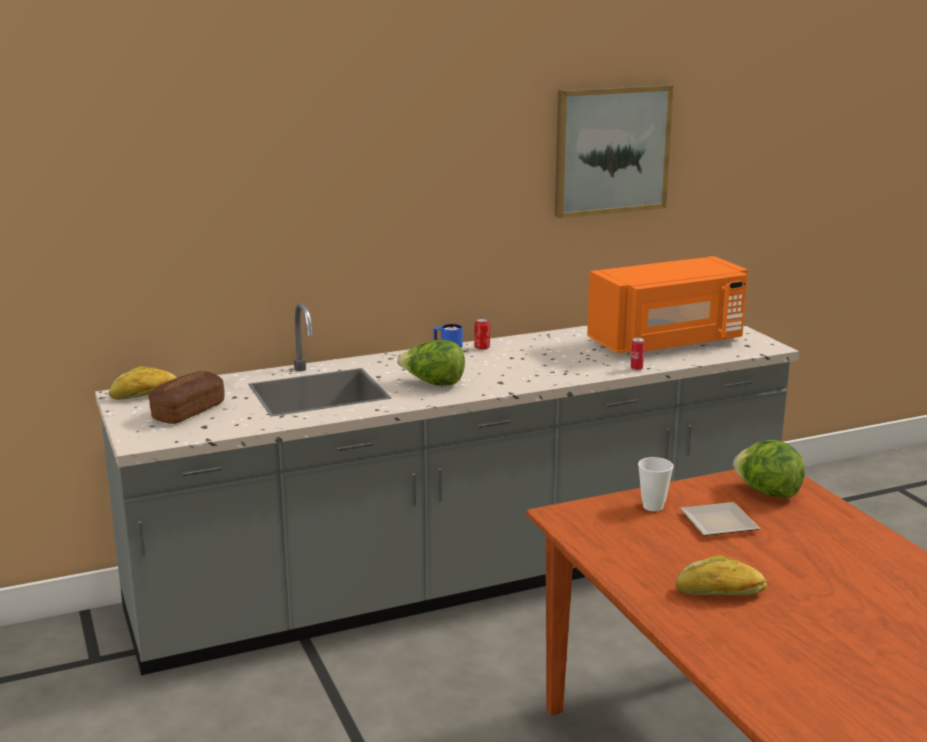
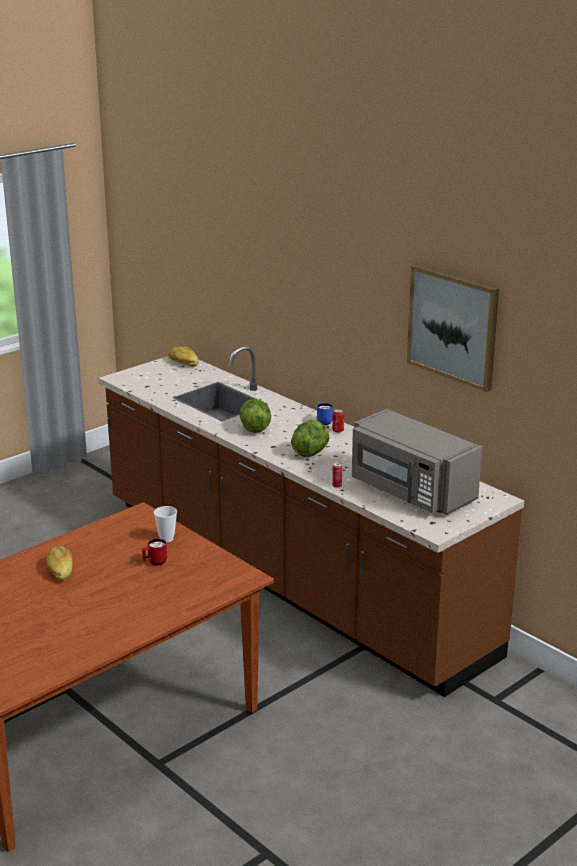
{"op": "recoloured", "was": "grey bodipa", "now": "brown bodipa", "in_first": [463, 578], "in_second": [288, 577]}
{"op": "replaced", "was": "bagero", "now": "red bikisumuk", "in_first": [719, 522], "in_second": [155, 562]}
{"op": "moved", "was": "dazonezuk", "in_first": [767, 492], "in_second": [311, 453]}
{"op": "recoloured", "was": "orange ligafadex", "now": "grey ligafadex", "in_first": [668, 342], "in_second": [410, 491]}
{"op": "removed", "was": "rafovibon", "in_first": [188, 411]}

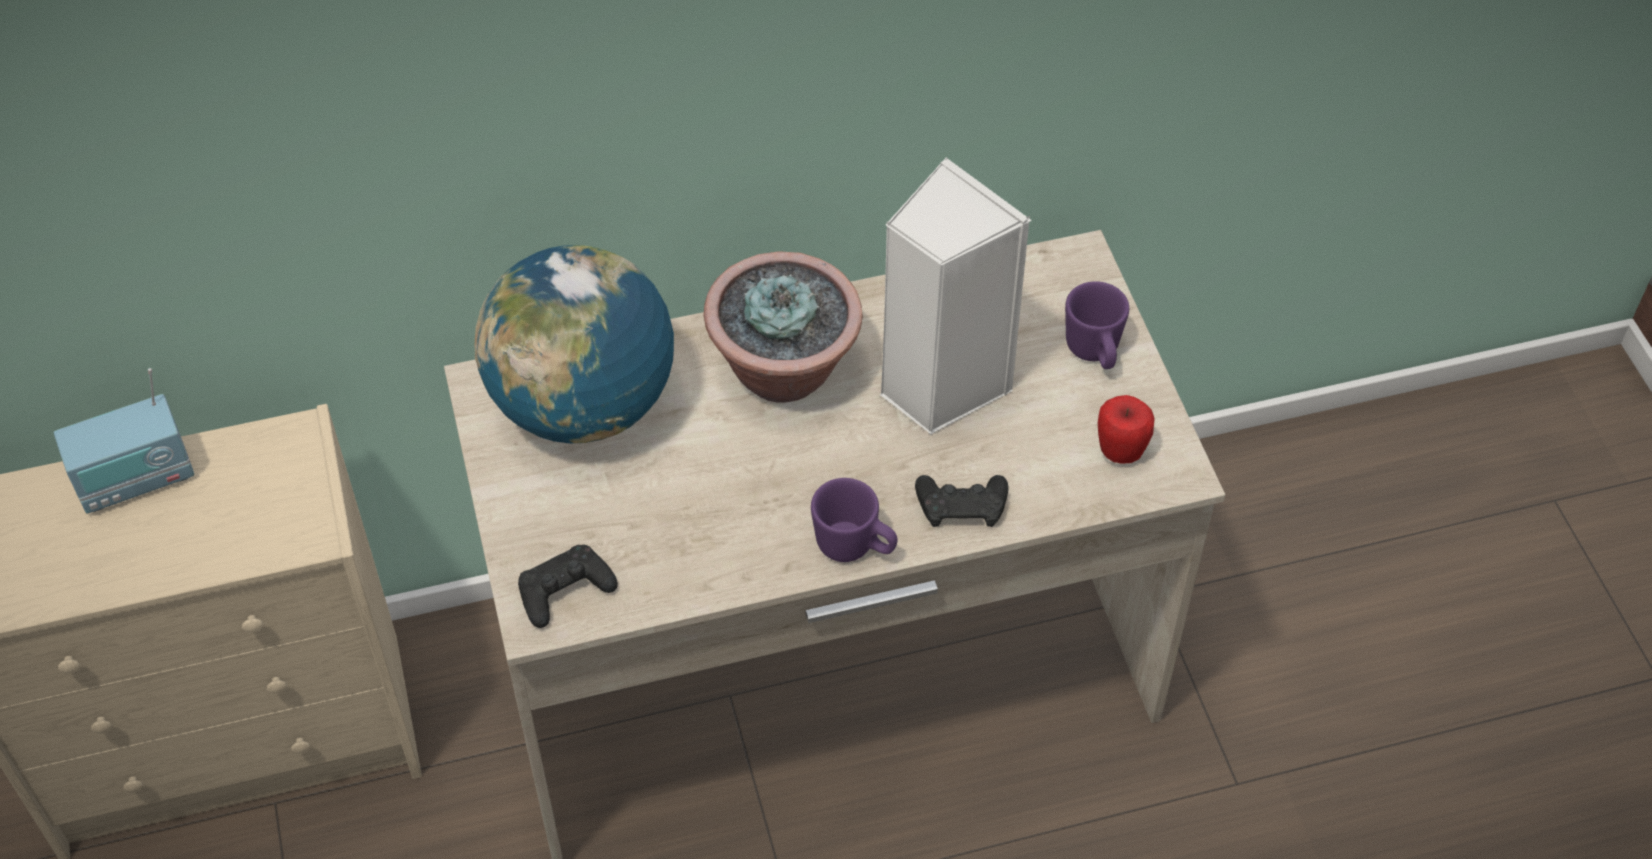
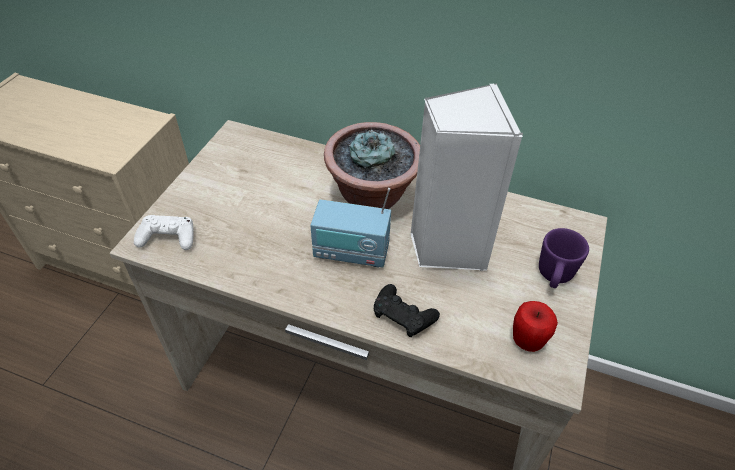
{"op": "recoloured", "was": "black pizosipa", "now": "white pizosipa", "in_first": [565, 591], "in_second": [168, 237]}
{"op": "moved", "was": "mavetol", "in_first": [136, 480], "in_second": [351, 252]}
{"op": "removed", "was": "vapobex", "in_first": [584, 405]}
{"op": "removed", "was": "purple bikisumuk", "in_first": [854, 547]}

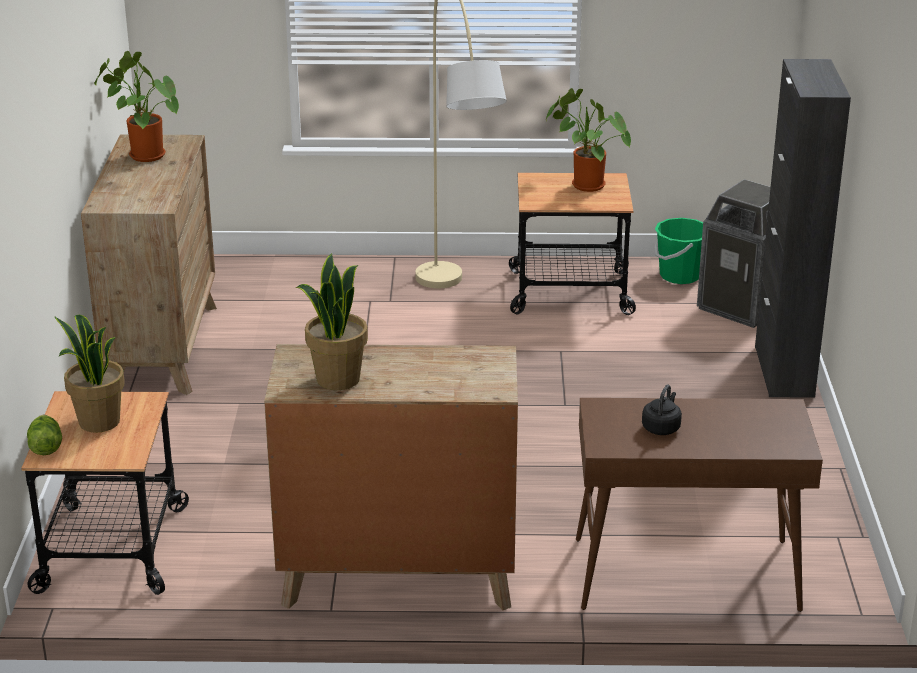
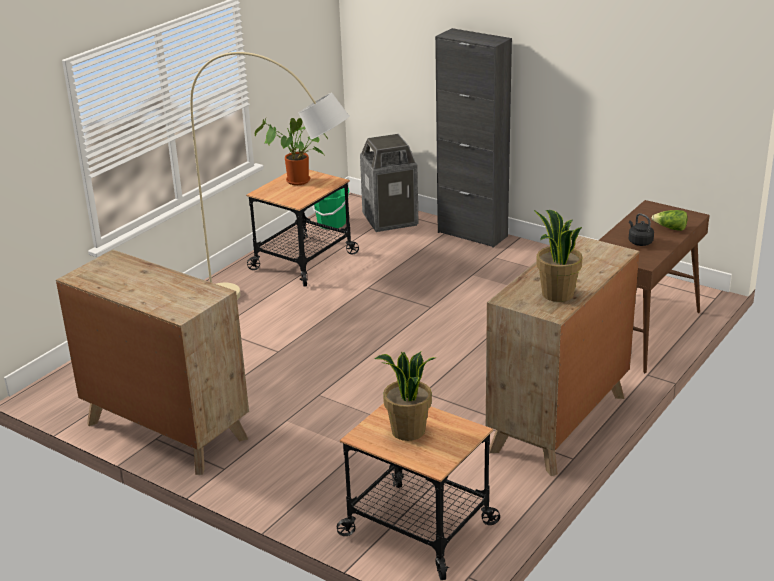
{"op": "moved", "was": "dazonezuk", "in_first": [45, 446], "in_second": [670, 228]}
{"op": "removed", "was": "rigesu", "in_first": [143, 155]}

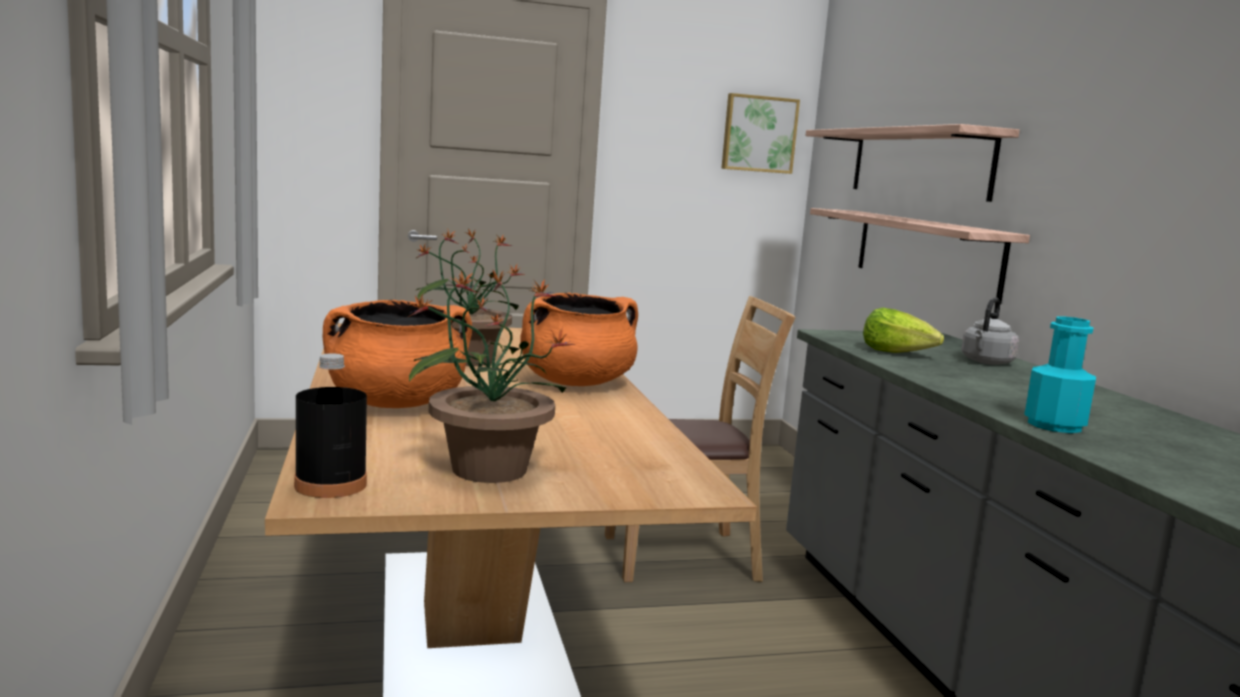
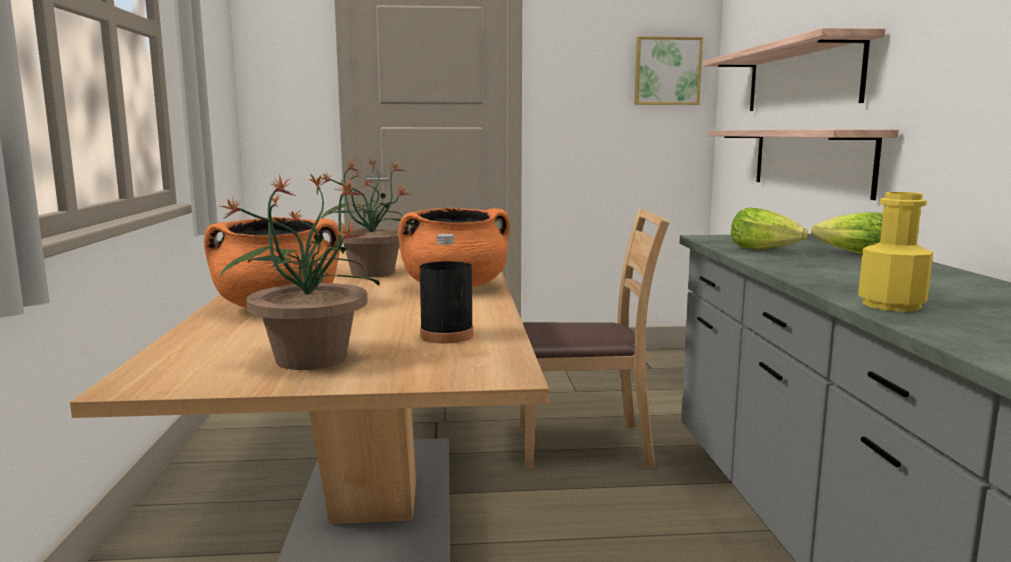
{"op": "moved", "was": "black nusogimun", "in_first": [330, 485], "in_second": [447, 335]}
{"op": "replaced", "was": "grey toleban", "now": "dazonezuk", "in_first": [986, 362], "in_second": [853, 254]}
{"op": "recoloured", "was": "turquoise nusogimun", "now": "yellow nusogimun", "in_first": [1054, 425], "in_second": [891, 305]}

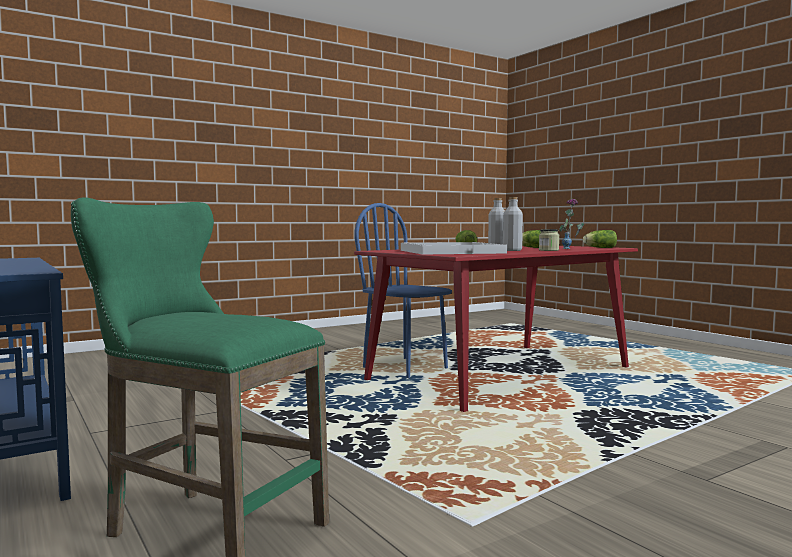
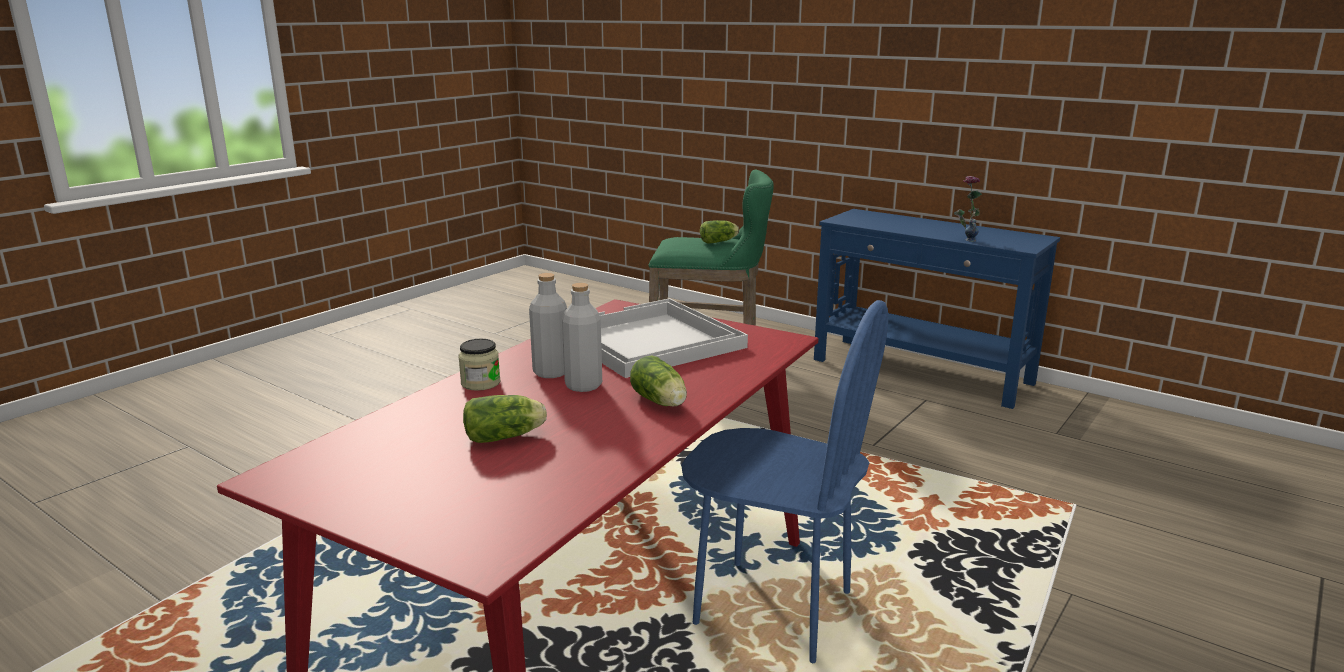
{"op": "moved", "was": "dazonezuk", "in_first": [599, 248], "in_second": [720, 241]}
{"op": "moved", "was": "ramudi", "in_first": [572, 249], "in_second": [963, 241]}

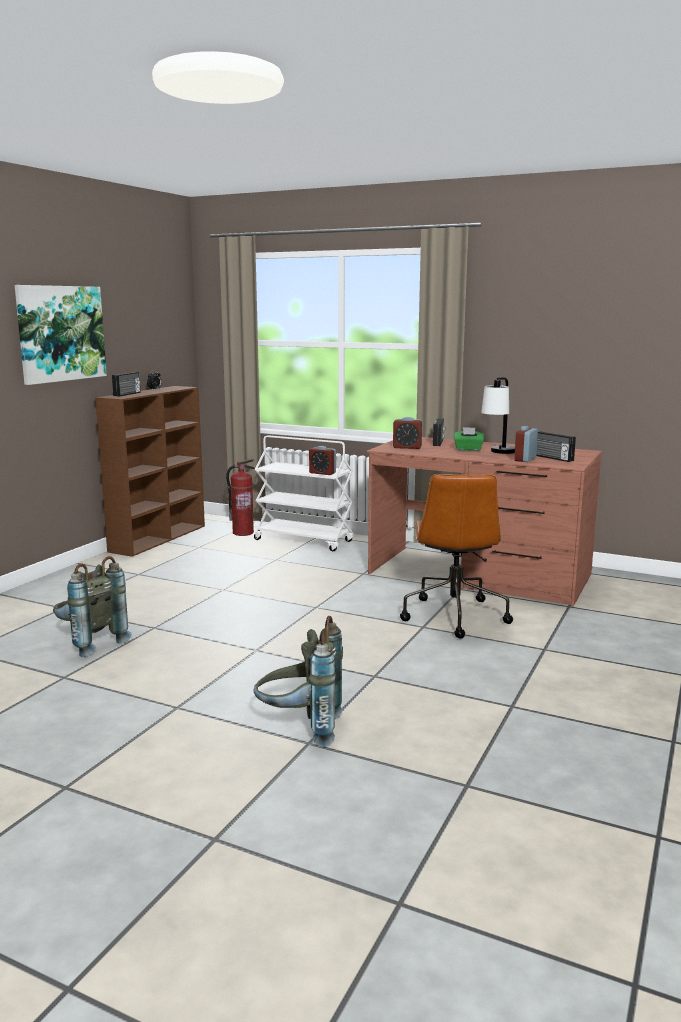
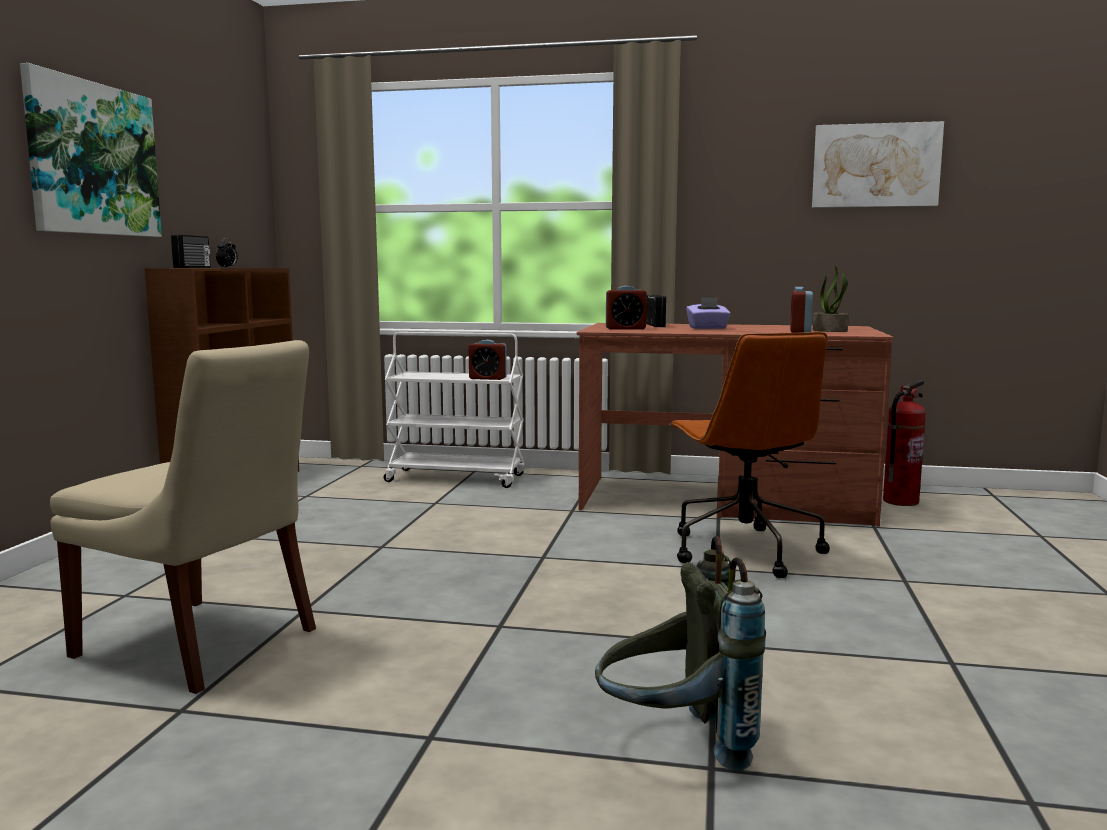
{"op": "replaced", "was": "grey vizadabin", "now": "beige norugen", "in_first": [90, 642], "in_second": [202, 645]}
{"op": "recoloured", "was": "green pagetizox", "now": "purple pagetizox", "in_first": [468, 449], "in_second": [707, 328]}
{"op": "added", "now": "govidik", "in_second": [875, 165]}
{"op": "replaced", "was": "mavetol", "now": "rigesu", "in_first": [553, 458], "in_second": [830, 331]}
{"op": "moved", "was": "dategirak", "in_first": [243, 533], "in_second": [900, 501]}
{"op": "removed", "was": "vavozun", "in_first": [499, 453]}

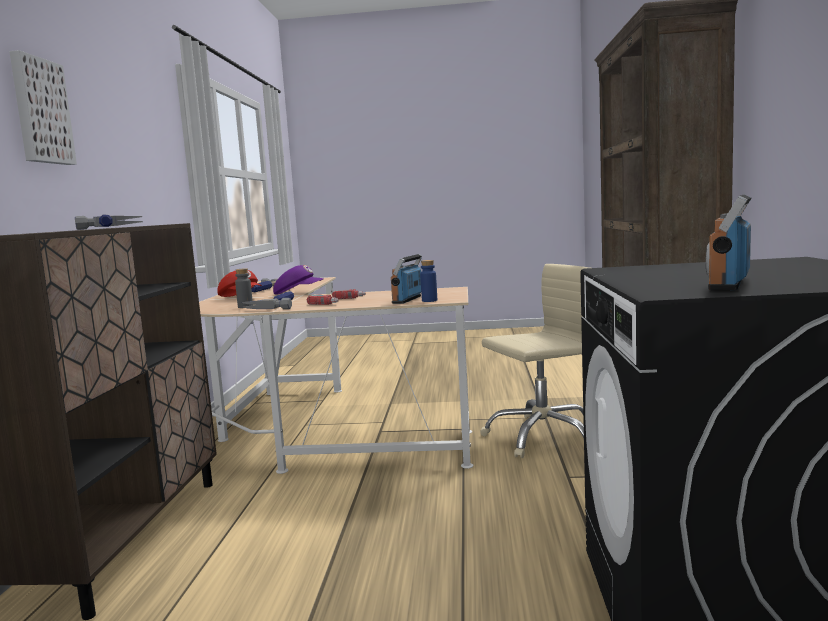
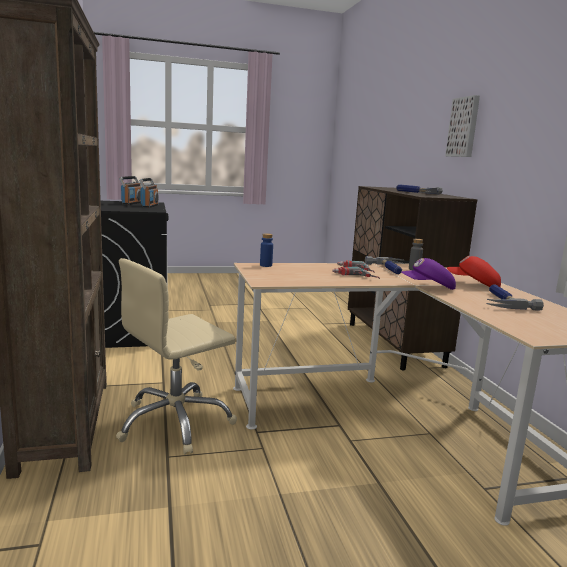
{"op": "moved", "was": "mavetol", "in_first": [407, 300], "in_second": [149, 206]}

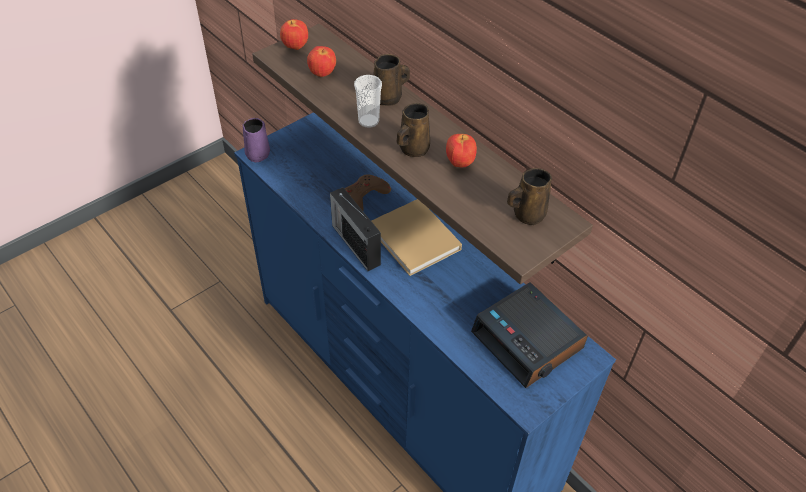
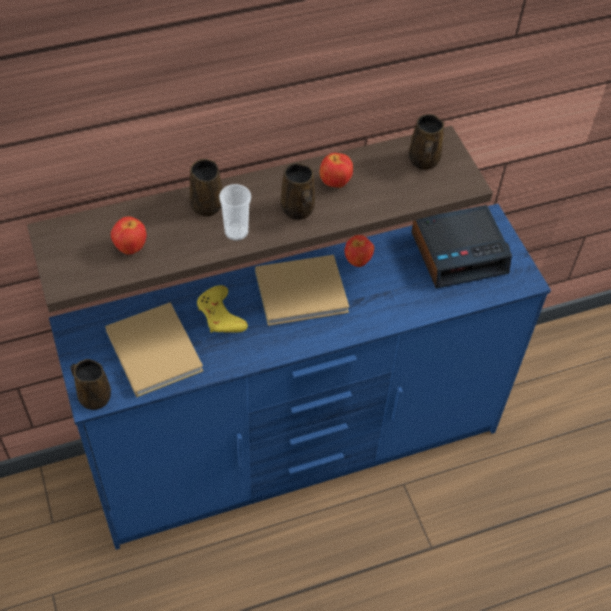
{"op": "recoloured", "was": "purple bikisumuk", "now": "brown bikisumuk", "in_first": [258, 154], "in_second": [93, 396]}
{"op": "added", "now": "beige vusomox", "in_second": [153, 349]}
{"op": "recoloured", "was": "brown pizosipa", "now": "yellow pizosipa", "in_first": [364, 197], "in_second": [220, 315]}
{"op": "moved", "was": "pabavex", "in_first": [295, 47], "in_second": [358, 261]}
{"op": "removed", "was": "mavetol", "in_first": [355, 244]}

